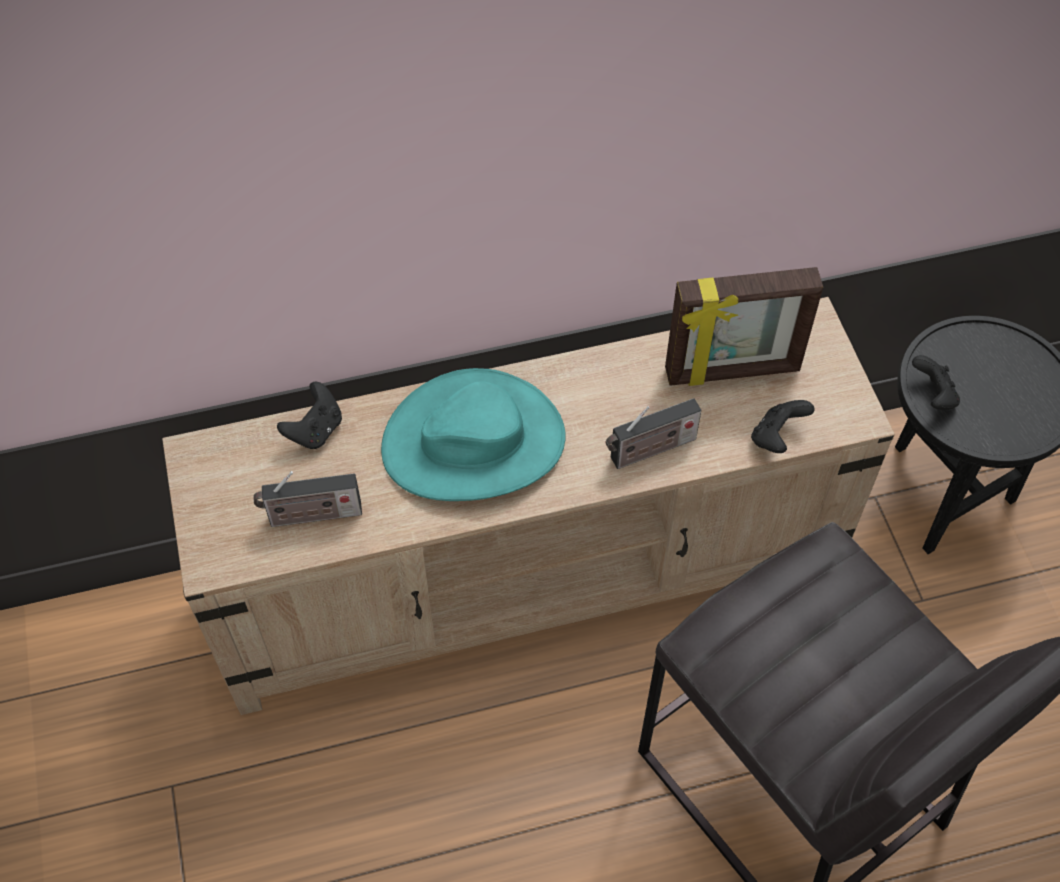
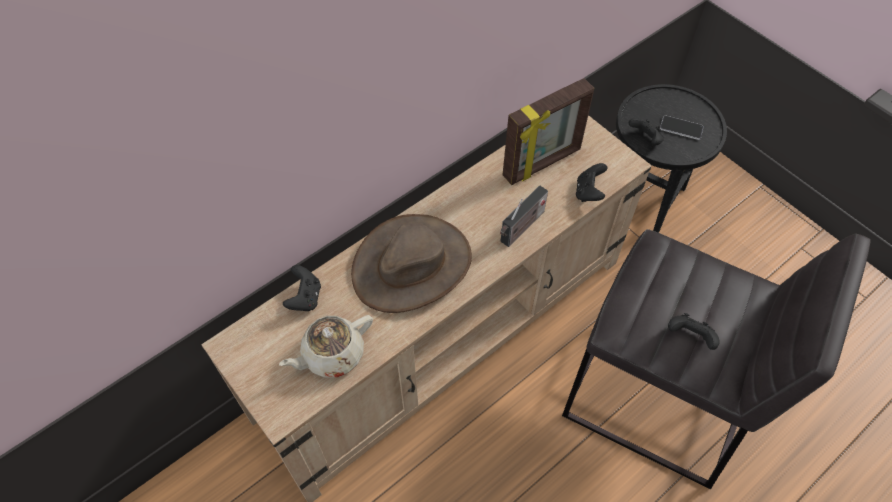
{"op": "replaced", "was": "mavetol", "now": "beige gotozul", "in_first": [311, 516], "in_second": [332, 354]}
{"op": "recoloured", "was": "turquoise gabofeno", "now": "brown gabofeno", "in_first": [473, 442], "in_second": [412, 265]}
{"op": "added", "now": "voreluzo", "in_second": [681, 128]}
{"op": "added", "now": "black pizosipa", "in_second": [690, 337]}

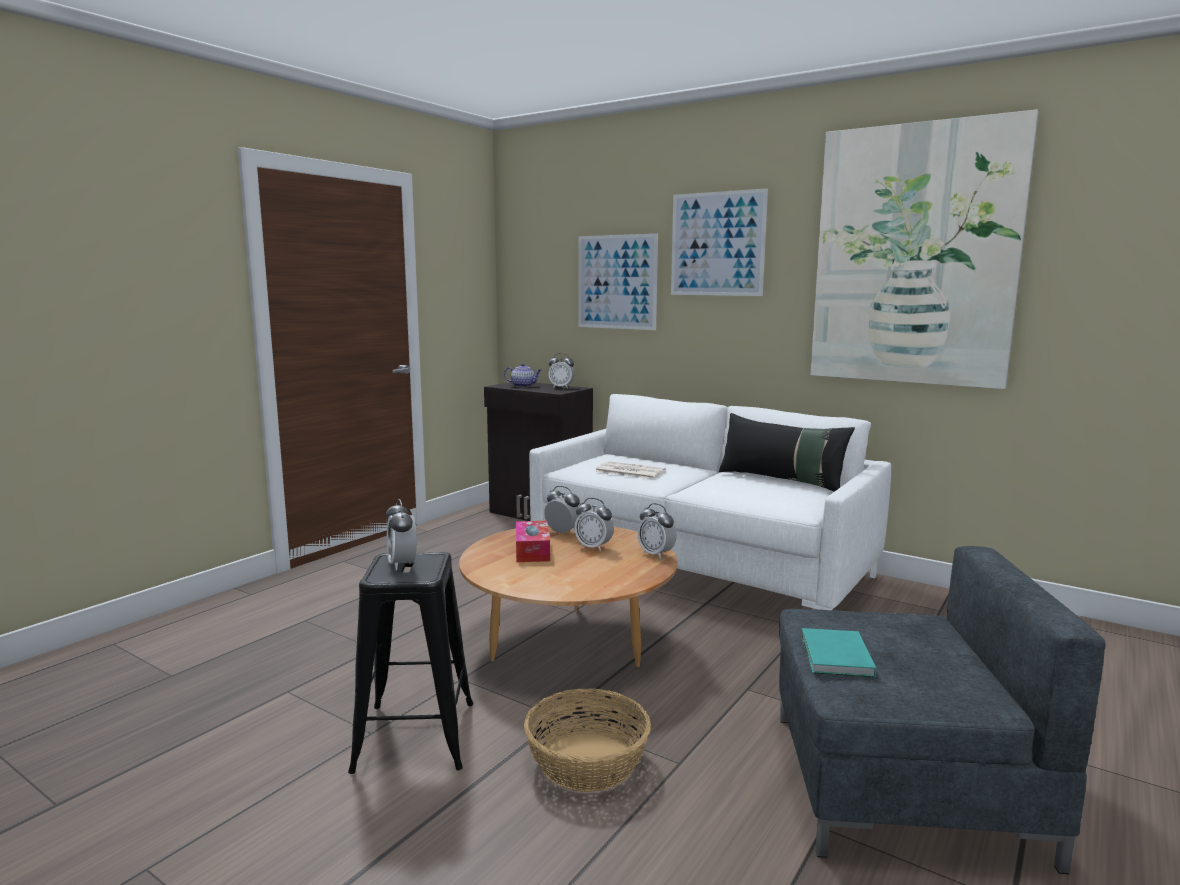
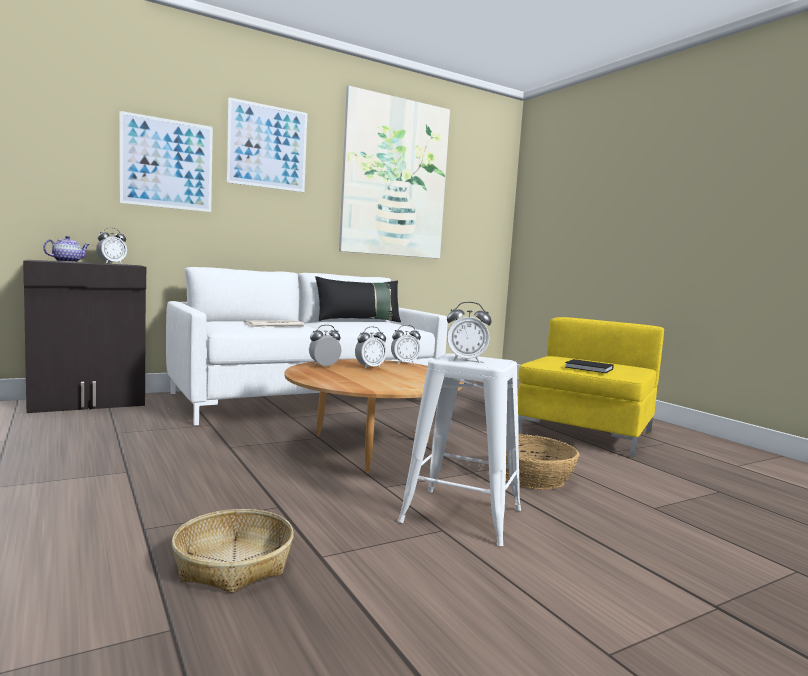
{"op": "added", "now": "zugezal", "in_second": [233, 564]}
{"op": "recoloured", "was": "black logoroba", "now": "white logoroba", "in_first": [415, 736], "in_second": [462, 516]}
{"op": "recoloured", "was": "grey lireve", "now": "yellow lireve", "in_first": [898, 783], "in_second": [584, 433]}
{"op": "recoloured", "was": "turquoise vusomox", "now": "black vusomox", "in_first": [835, 657], "in_second": [590, 368]}
{"op": "removed", "was": "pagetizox", "in_first": [532, 550]}

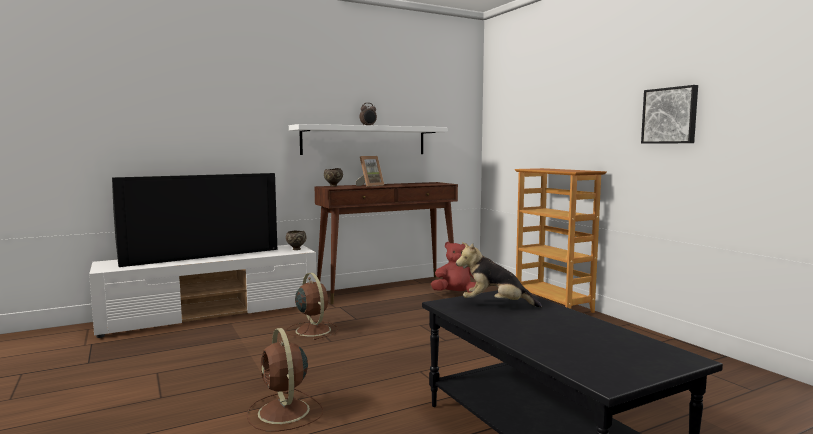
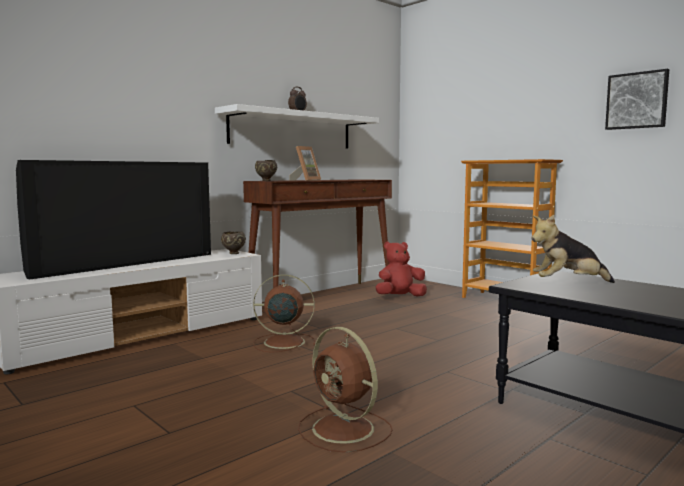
{"op": "turned", "was": "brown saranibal", "in_first": [312, 330], "in_second": [282, 342], "clockwise": -45}

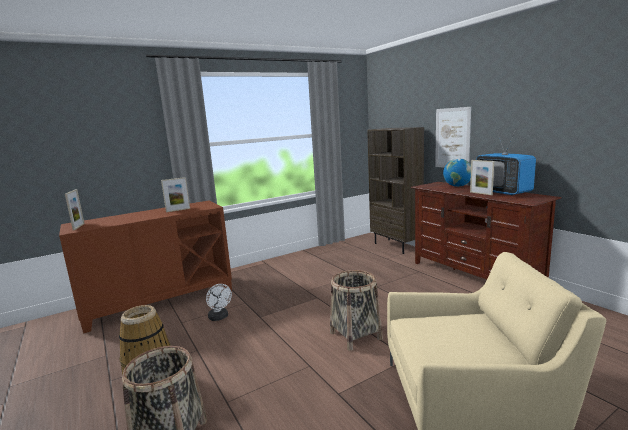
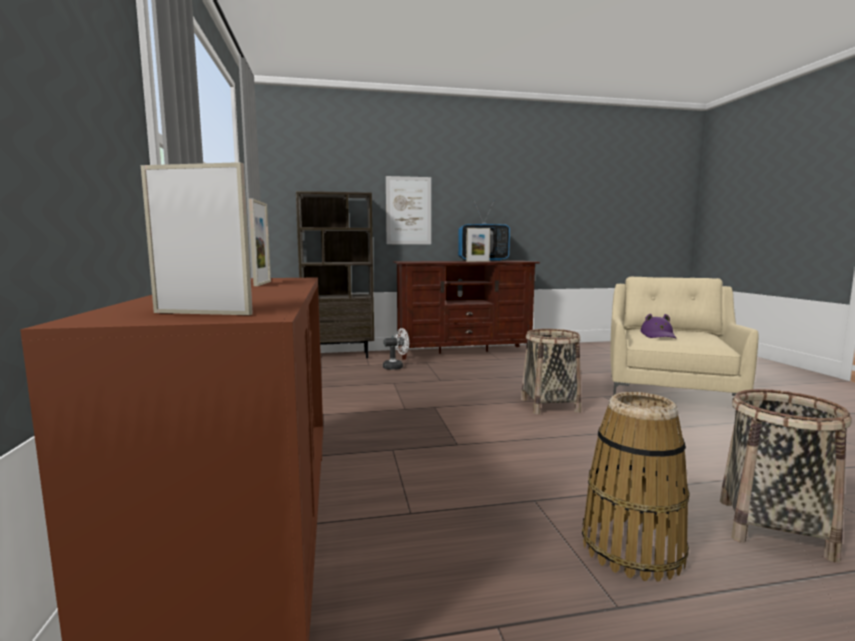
{"op": "moved", "was": "white saranibal", "in_first": [219, 317], "in_second": [396, 367]}
{"op": "added", "now": "purple gabofeno", "in_second": [658, 335]}
{"op": "removed", "was": "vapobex", "in_first": [457, 186]}

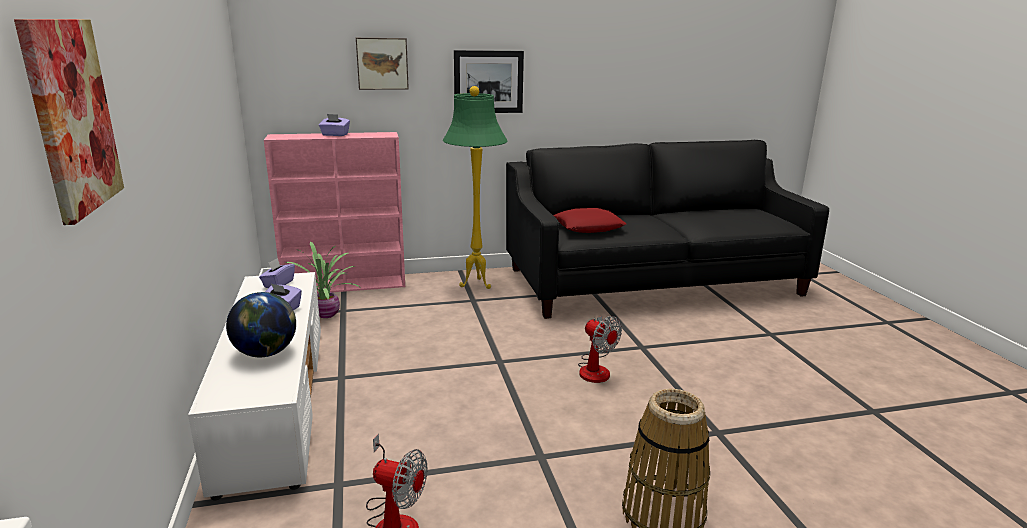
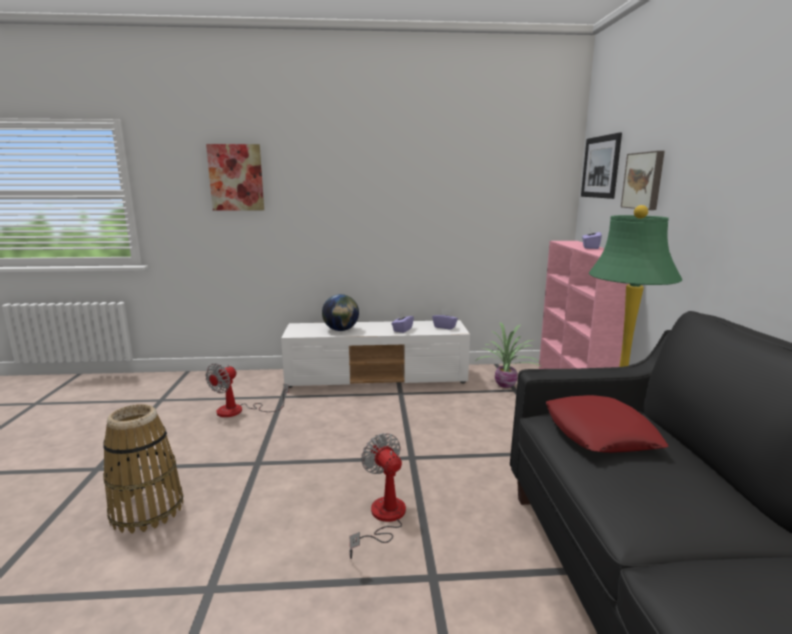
{"op": "turned", "was": "saranibal", "in_first": [595, 368], "in_second": [383, 518], "clockwise": 90}
{"op": "moved", "was": "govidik", "in_first": [488, 82], "in_second": [600, 167]}

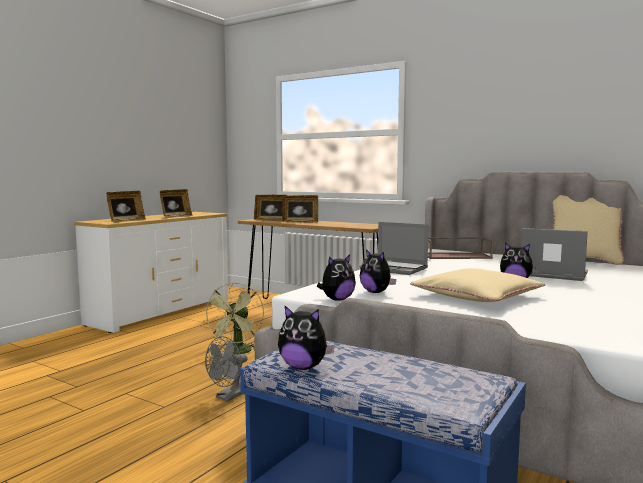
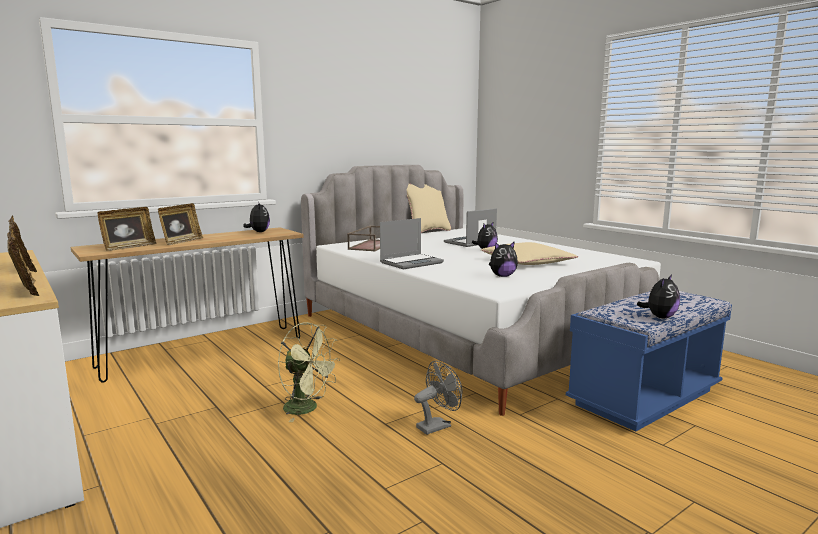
{"op": "moved", "was": "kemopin", "in_first": [337, 299], "in_second": [258, 232]}
{"op": "turned", "was": "grey saranibal", "in_first": [228, 397], "in_second": [437, 425], "clockwise": -90}

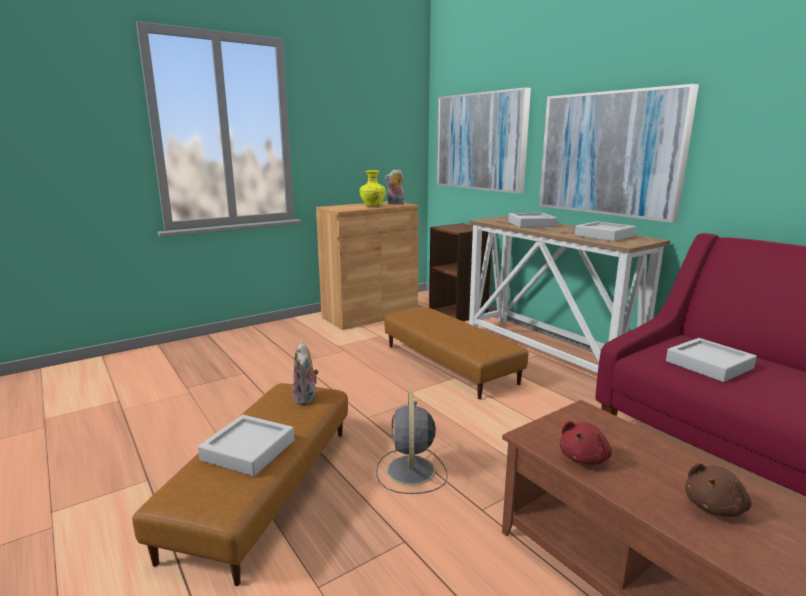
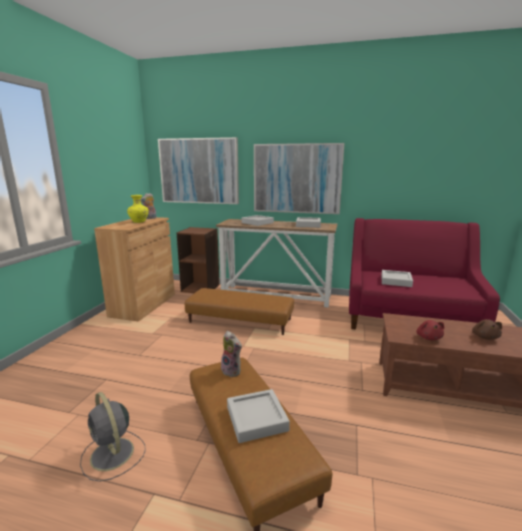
{"op": "moved", "was": "grey saranibal", "in_first": [410, 472], "in_second": [113, 455]}

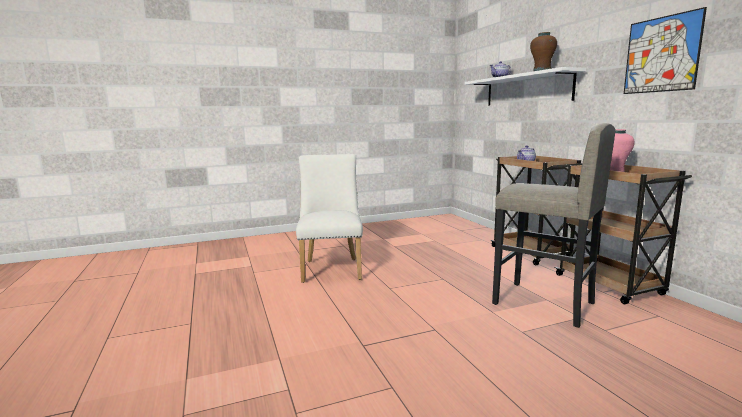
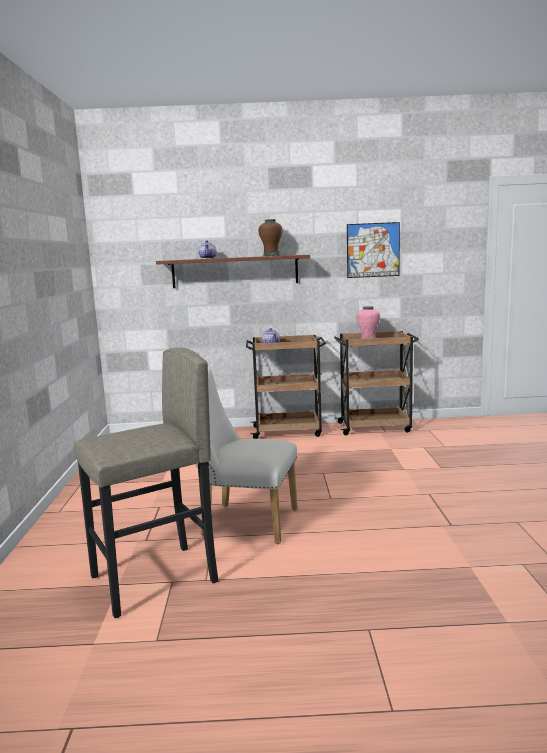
{"op": "moved", "was": "grey logoroba", "in_first": [543, 304], "in_second": [154, 579]}
{"op": "recoloured", "was": "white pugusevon", "now": "brown pugusevon", "in_first": [526, 89], "in_second": [235, 271]}

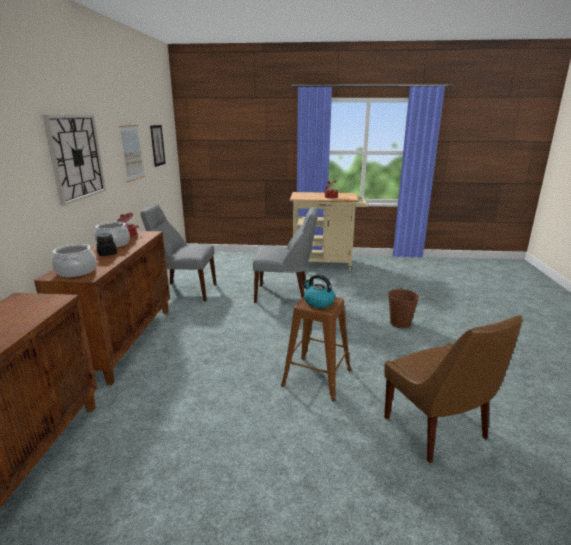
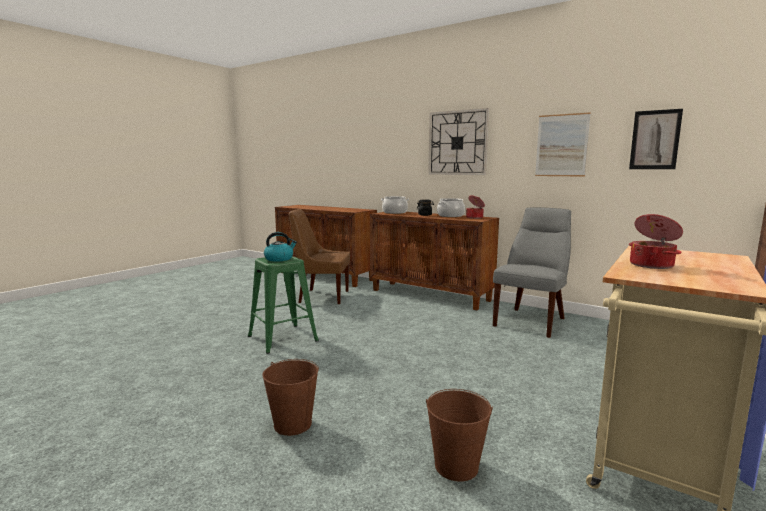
{"op": "recoloured", "was": "brown logoroba", "now": "green logoroba", "in_first": [316, 377], "in_second": [283, 338]}
{"op": "moved", "was": "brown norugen", "in_first": [437, 430], "in_second": [322, 296]}
{"op": "added", "now": "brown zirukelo", "in_second": [456, 466]}
{"op": "removed", "was": "grey norugen", "in_first": [284, 295]}

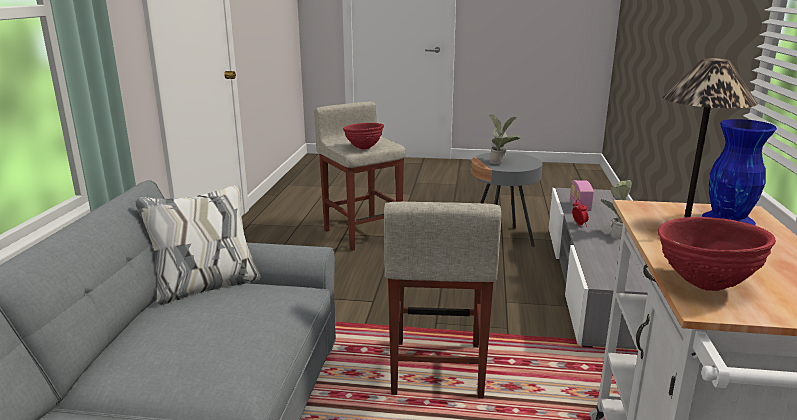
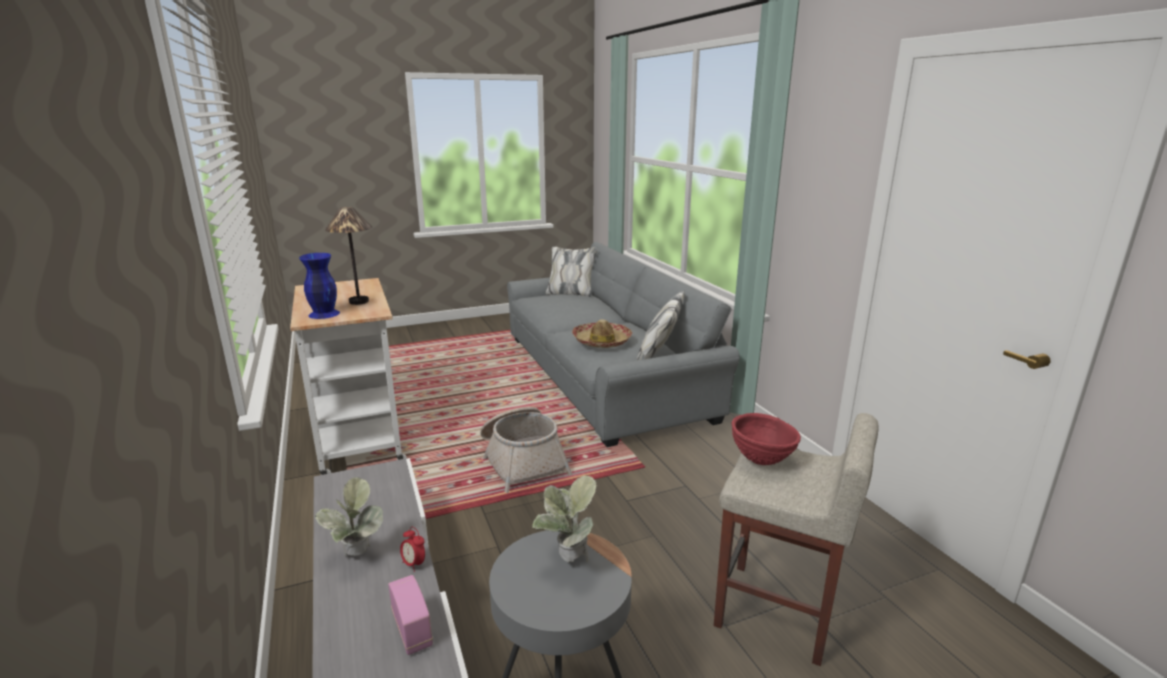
{"op": "replaced", "was": "beige logoroba", "now": "zugezal", "in_first": [437, 370], "in_second": [522, 460]}
{"op": "added", "now": "gabofeno", "in_second": [601, 341]}
{"op": "removed", "was": "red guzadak", "in_first": [704, 285]}

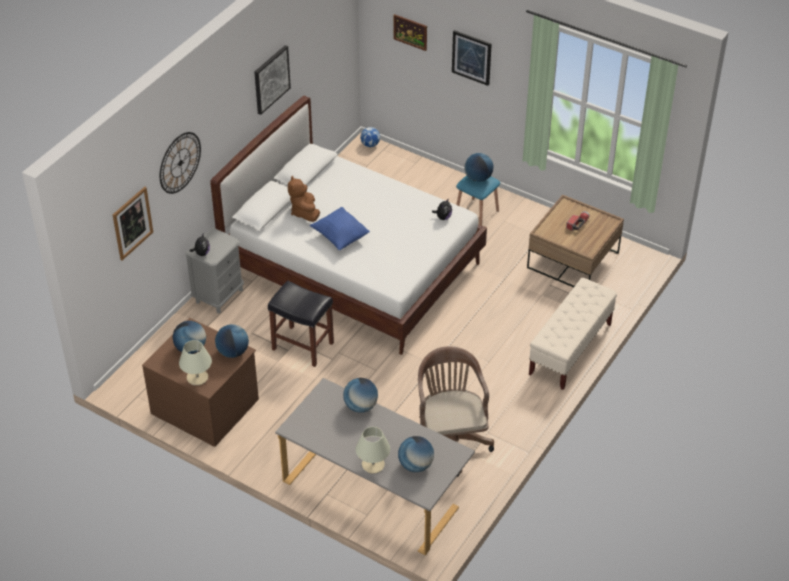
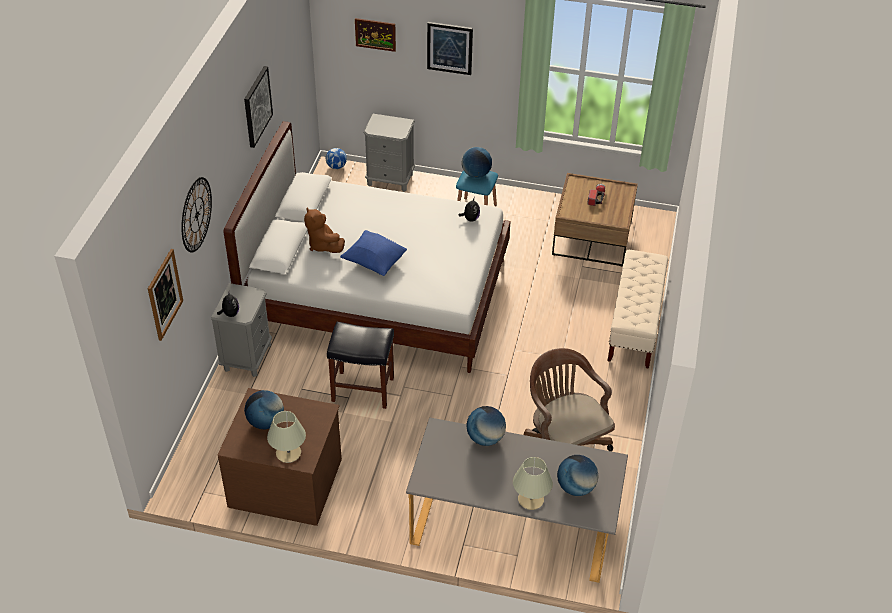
{"op": "added", "now": "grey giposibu", "in_second": [390, 179]}
{"op": "removed", "was": "vapobex", "in_first": [233, 352]}

